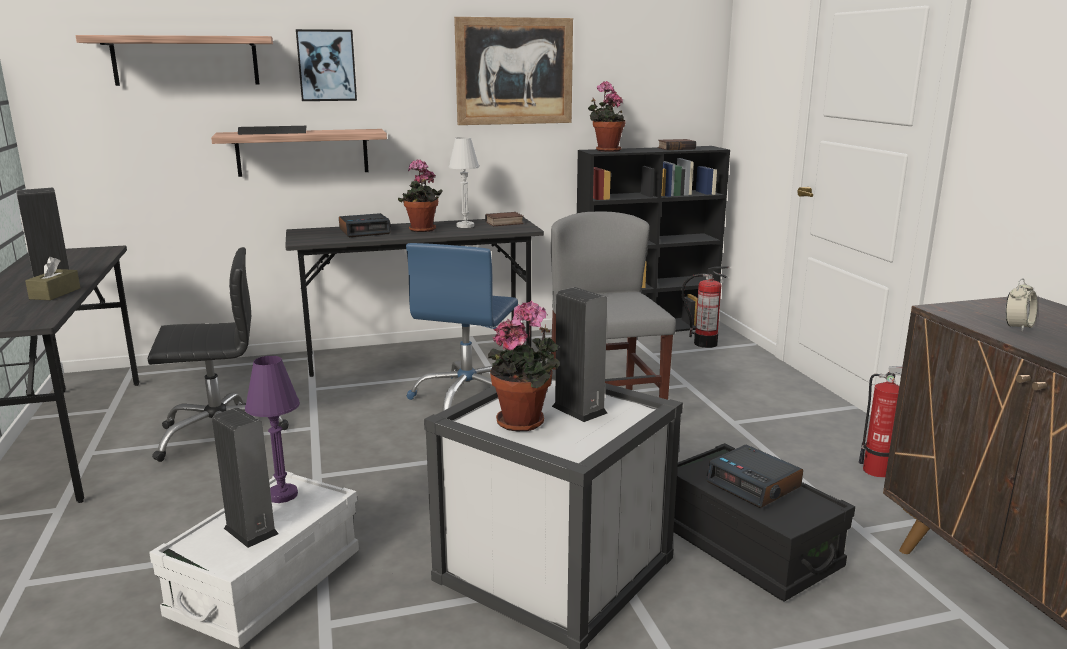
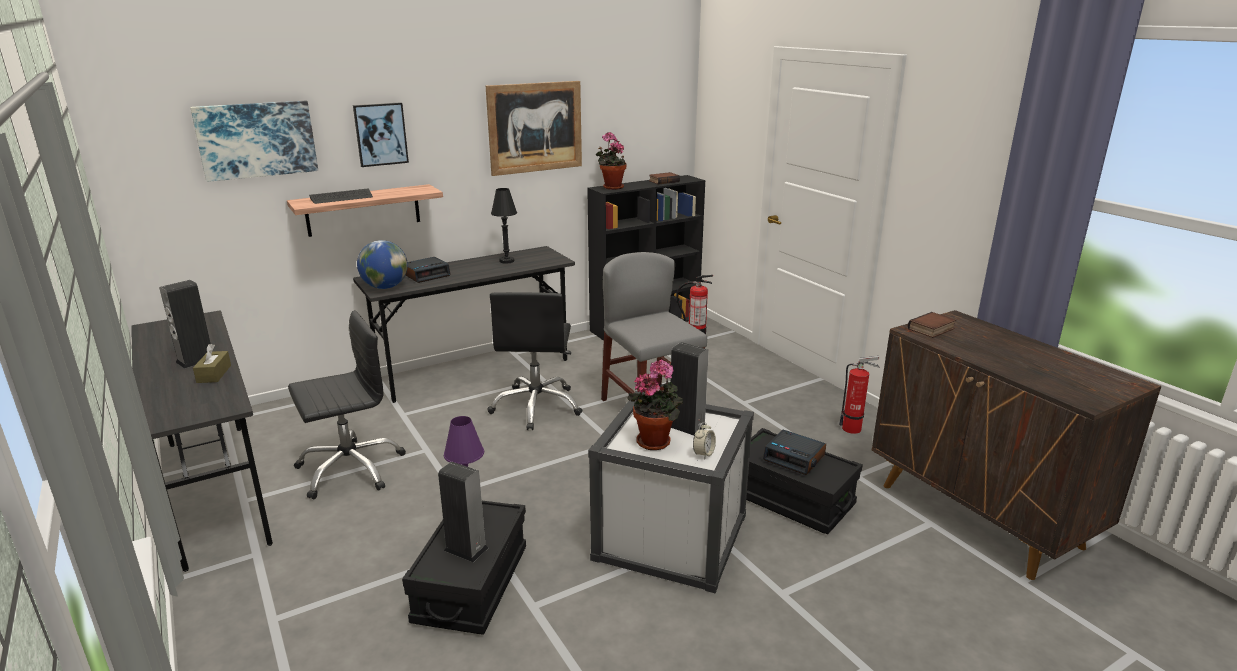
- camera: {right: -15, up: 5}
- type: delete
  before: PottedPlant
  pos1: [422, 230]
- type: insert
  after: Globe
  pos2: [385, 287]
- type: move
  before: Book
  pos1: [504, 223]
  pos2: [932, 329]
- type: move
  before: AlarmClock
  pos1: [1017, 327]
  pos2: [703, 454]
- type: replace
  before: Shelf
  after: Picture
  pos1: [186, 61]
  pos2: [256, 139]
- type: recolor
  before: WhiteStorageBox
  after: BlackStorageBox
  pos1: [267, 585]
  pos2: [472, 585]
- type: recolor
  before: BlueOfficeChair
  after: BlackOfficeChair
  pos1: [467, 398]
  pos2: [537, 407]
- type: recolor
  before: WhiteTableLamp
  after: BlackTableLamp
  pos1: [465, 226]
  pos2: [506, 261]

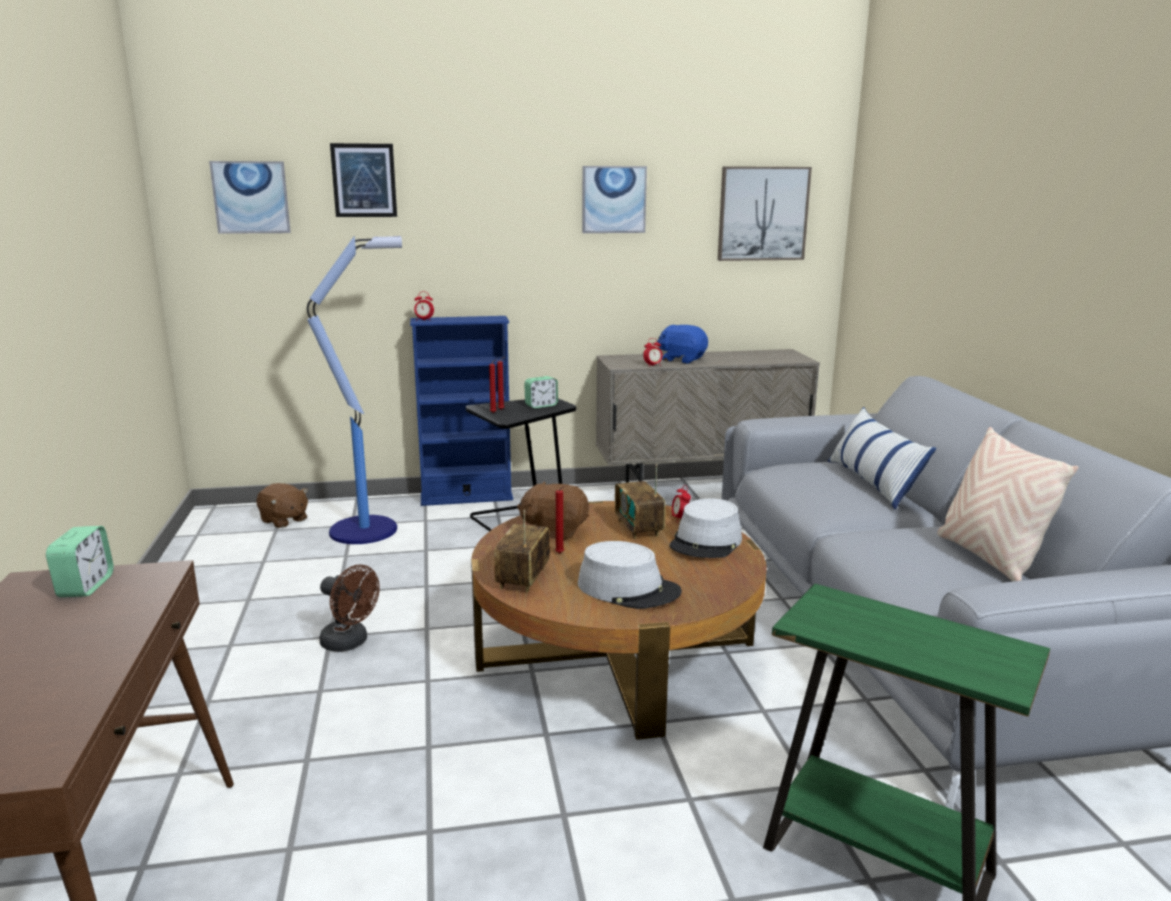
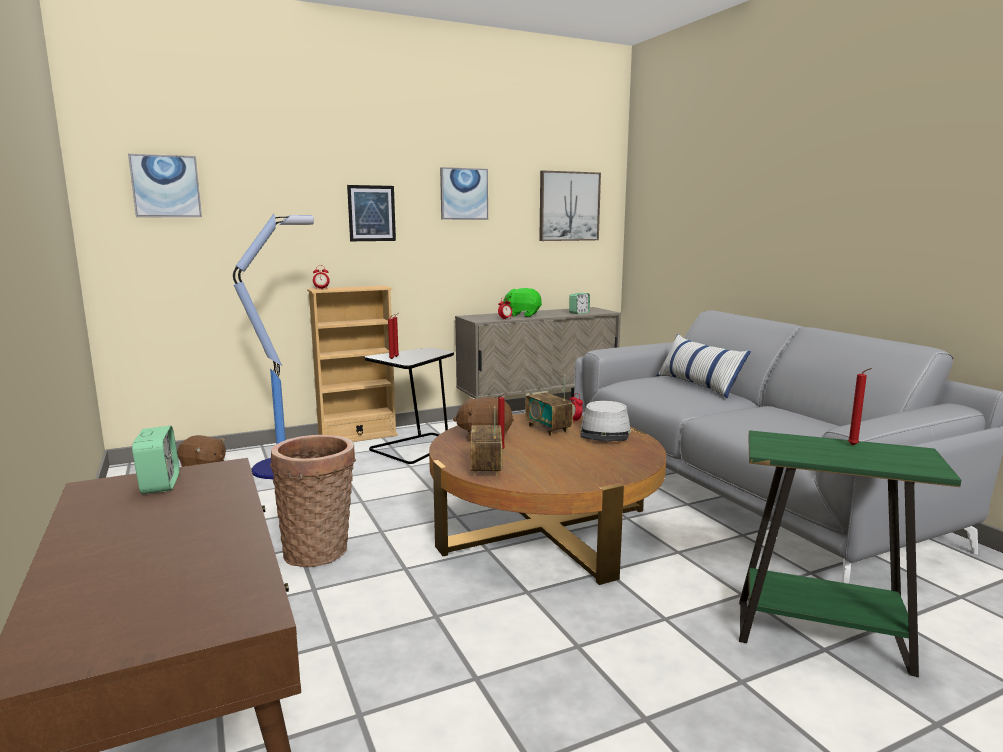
- camera: {right: -15, up: -5}
- type: delete
  before: GreyHat
  pos1: [628, 589]
- type: delete
  before: BeigePillow
  pos1: [989, 558]
- type: insert
  after: RedCandle
  pos2: [854, 446]
- type: move
  before: Picture
  pos1: [364, 180]
  pos2: [371, 213]
- type: move
  before: AlarmClock
  pos1: [541, 405]
  pos2: [579, 313]
- type: replace
  before: BrownFan
  after: Basket
  pos1: [350, 643]
  pos2: [319, 550]
- type: recolor
  before: BlueBookcase
  after: BeigeBookcase
  pos1: [466, 497]
  pos2: [357, 437]
- type: recolor
  before: BluePlushToy
  after: GreenPlushToy
  pos1: [682, 359]
  pos2: [522, 315]

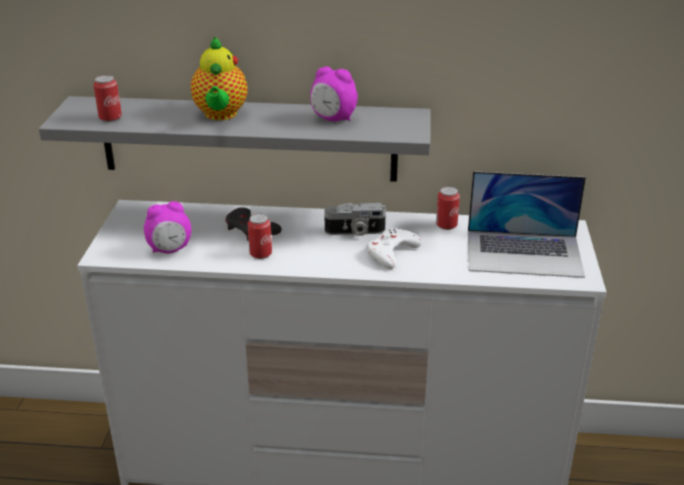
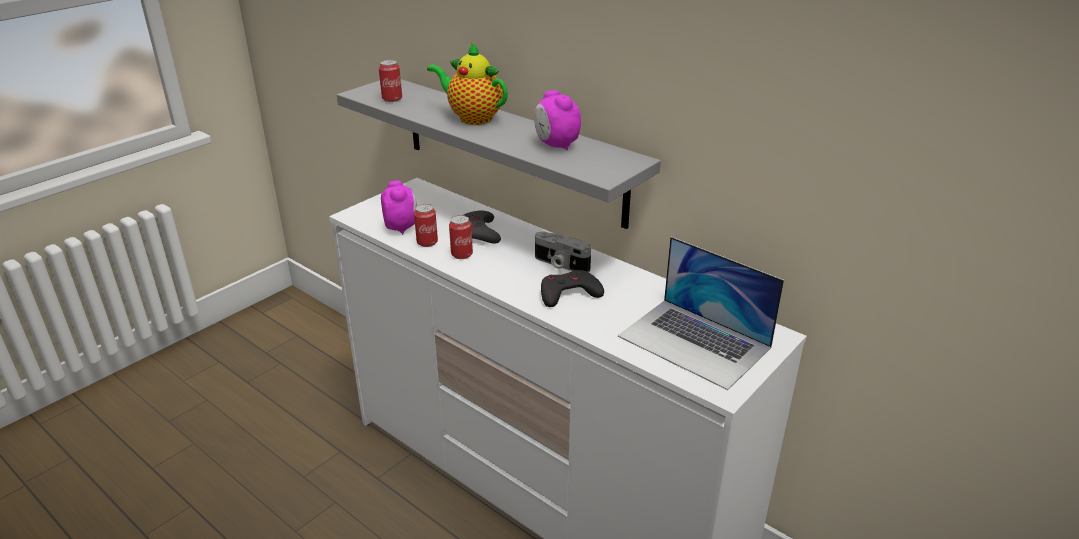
- camera: {right: 35, up: 0}
- type: move
  before: Can
  pos1: [446, 225]
  pos2: [427, 242]
- type: recolor
  before: WhiteGameController
  after: BlackGameController
  pos1: [392, 252]
  pos2: [569, 293]
- type: rotate
  before: AlarmClock
  pos1: [170, 250]
  pos2: [401, 227]
  turn: -120
- type: rotate
  before: Teapot
  pos1: [220, 115]
  pos2: [472, 118]
  turn: 90

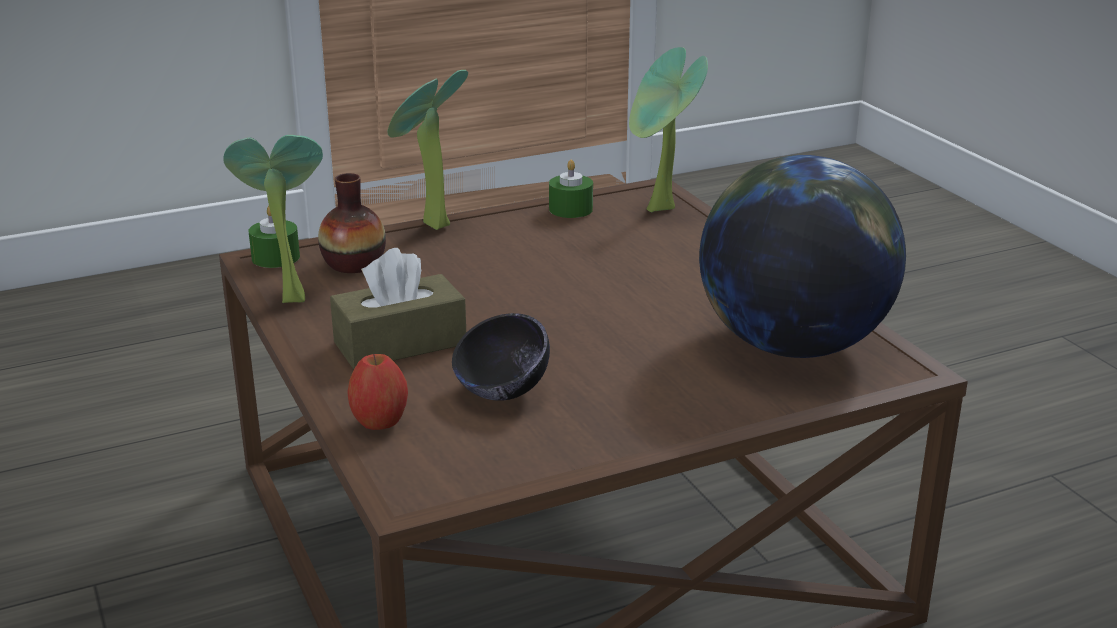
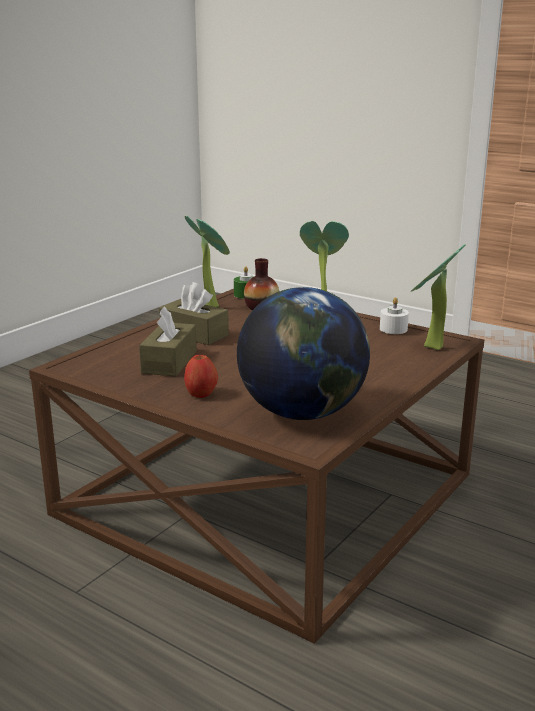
- camera: {right: 60, up: -5}
- type: move
  before: Apple
  pos1: [380, 421]
  pos2: [201, 394]
- type: replace
  before: BlackBowl
  after: BrownTissueBox
  pos1: [501, 392]
  pos2: [169, 362]
- type: recolor
  before: GreenCandle
  after: WhiteCandle
  pos1: [570, 209]
  pos2: [393, 329]

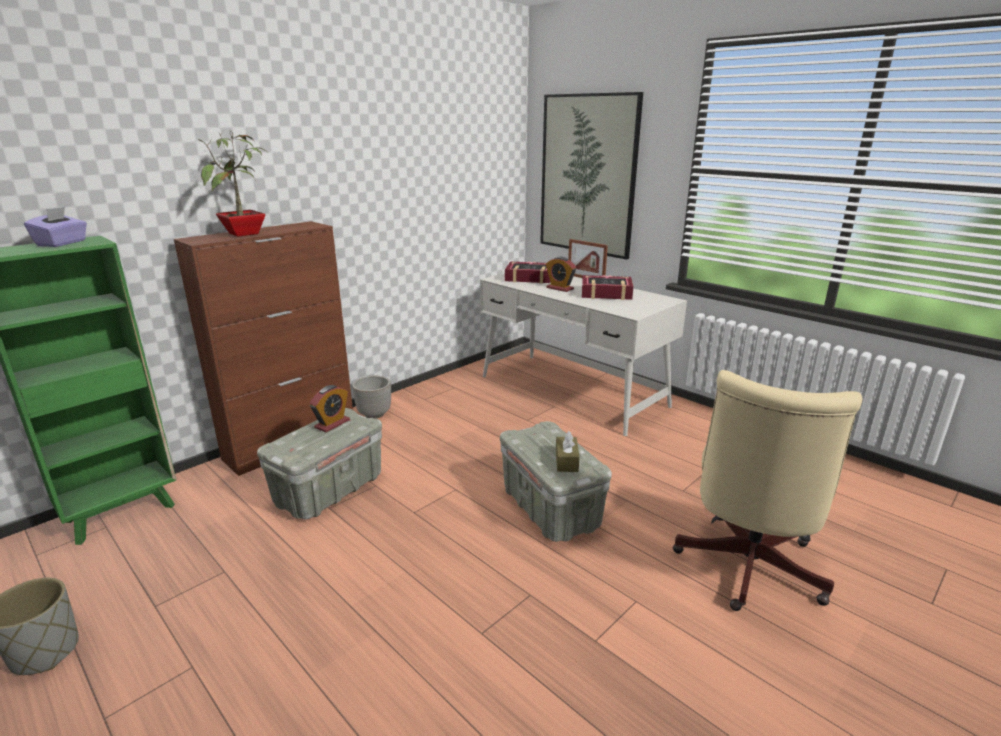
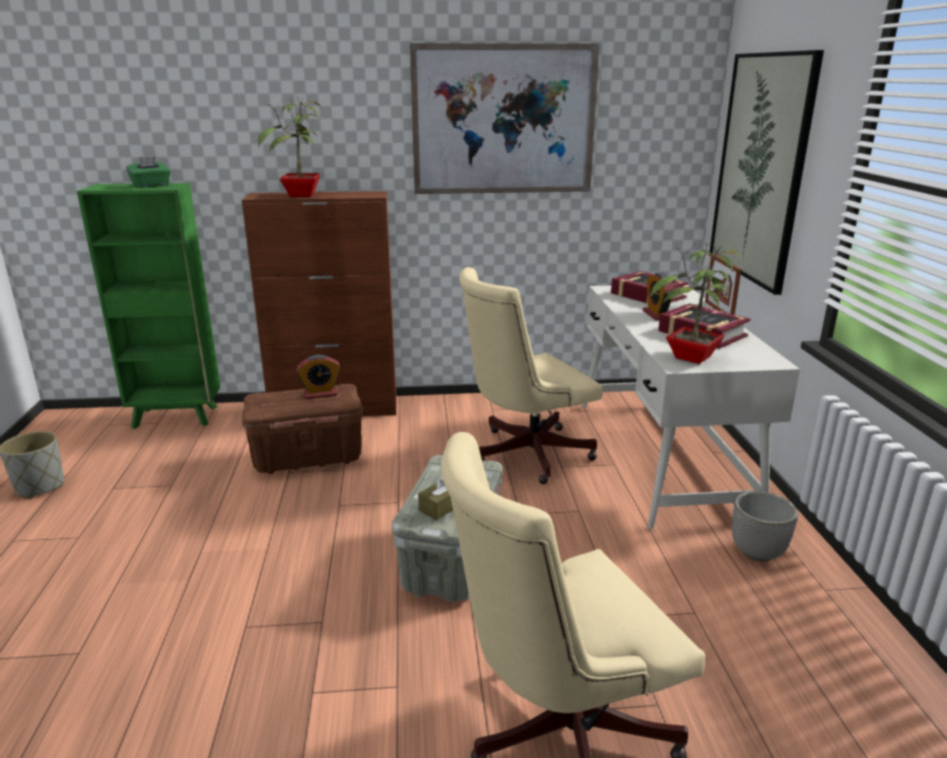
- camera: {right: 40, up: 0}
- type: insert
  after: Picture
  pos2: [504, 120]
- type: insert
  after: BeigeOfficeChair
  pos2: [524, 454]
- type: insert
  after: PottedPlant
  pos2: [691, 358]
- type: move
  before: Planter
  pos1: [374, 414]
  pos2: [757, 552]
- type: recolor
  before: PurpleTissueBox
  after: GreenTissueBox
  pos1: [62, 243]
  pos2: [151, 185]
- type: recolor
  before: GreyStorageBox
  after: BrownStorageBox
  pos1: [329, 489]
  pos2: [308, 457]

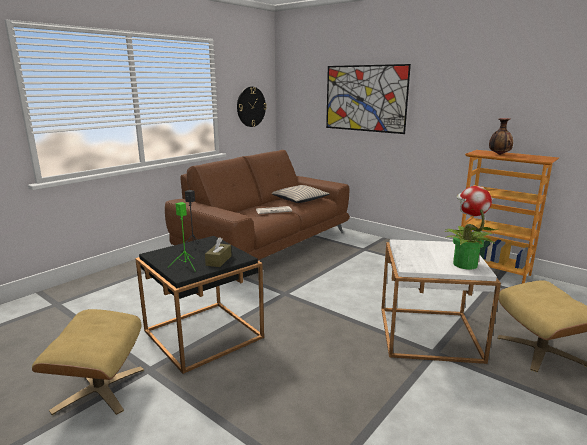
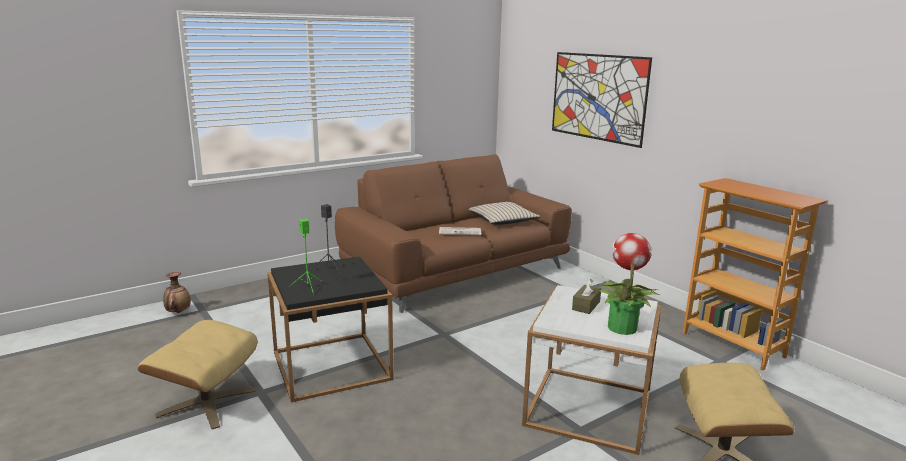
- camera: {right: 15, up: 0}
- type: delete
  before: WallClock
  pos1: [251, 106]
- type: move
  before: BrownTissueBox
  pos1: [218, 260]
  pos2: [586, 305]
- type: move
  before: Vase
  pos1: [499, 154]
  pos2: [178, 312]

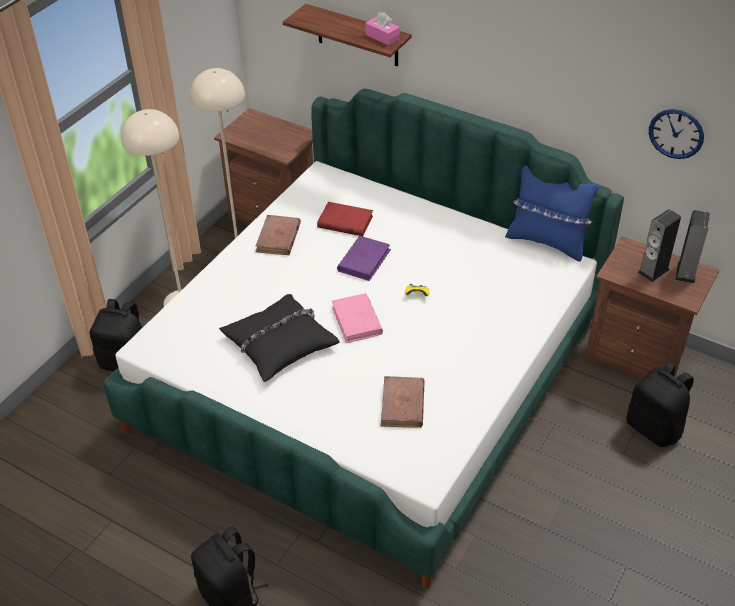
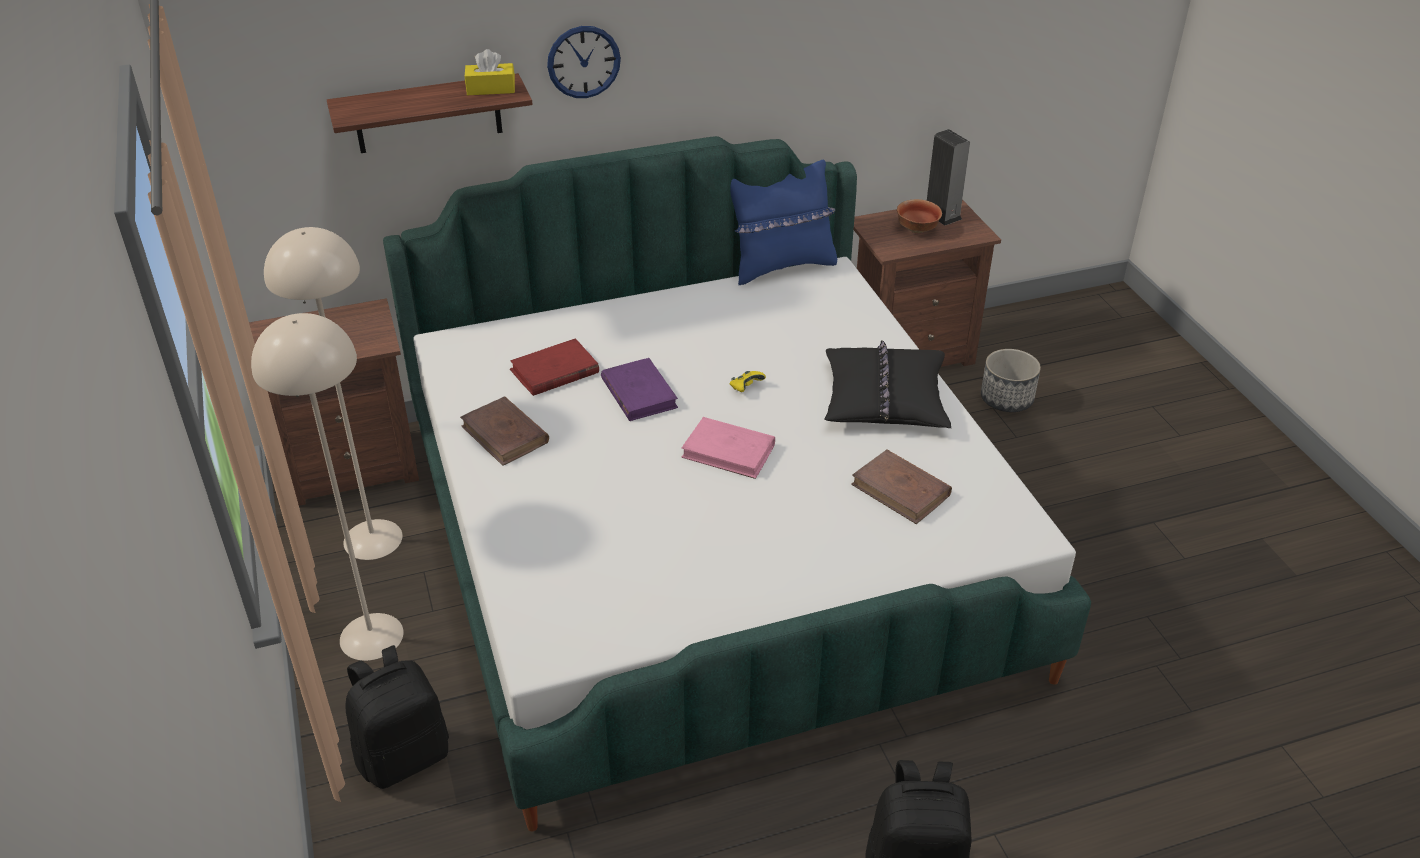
- camera: {right: -50, up: -5}
- type: move
  before: BlackPillow
  pos1: [279, 343]
  pos2: [884, 398]
- type: move
  before: WallClock
  pos1: [676, 133]
  pos2: [583, 62]
- type: replace
  before: BlackBackpack
  after: Planter
  pos1: [655, 428]
  pos2: [1006, 399]
- type: replace
  before: Speaker
  after: Bowl
  pos1: [653, 271]
  pos2: [918, 229]
- type: recolor
  before: PinkTissueBox
  after: YellowTissueBox
  pos1: [382, 37]
  pos2: [491, 89]

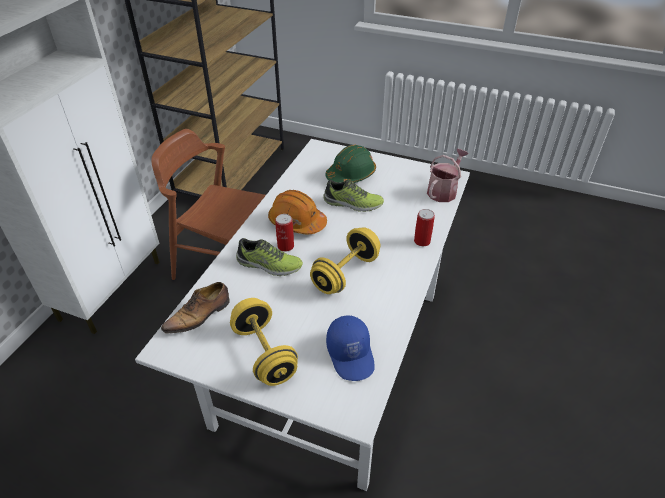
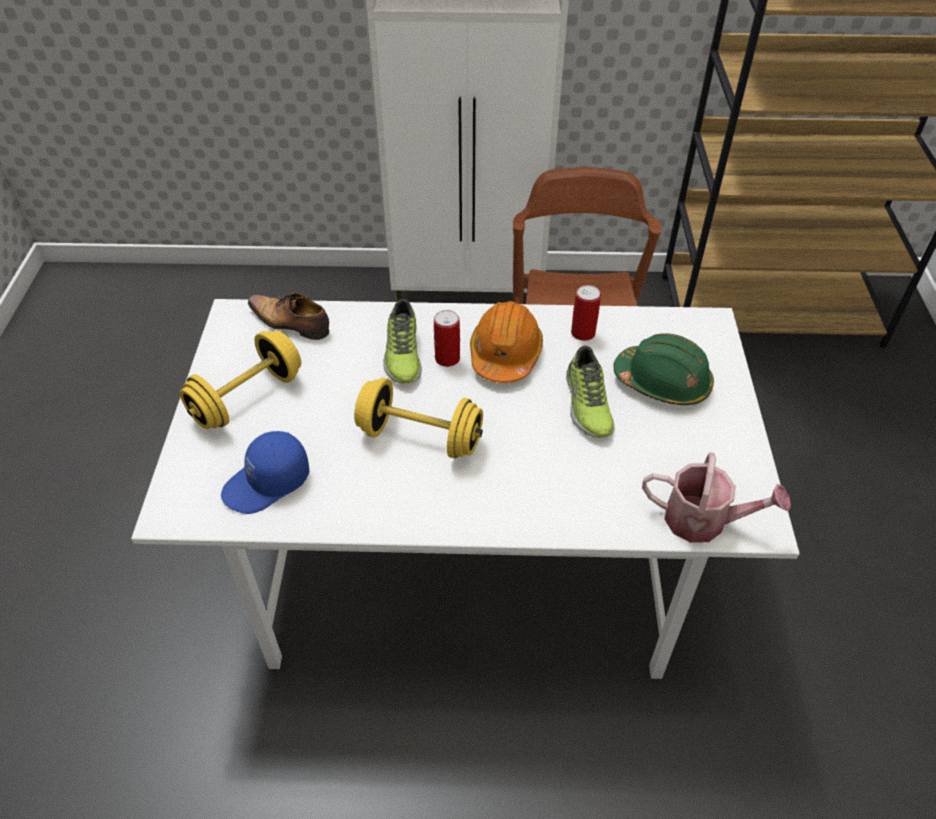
- camera: {right: 70, up: 5}
- type: move
  before: Can
  pos1: [422, 241]
  pos2: [583, 333]

